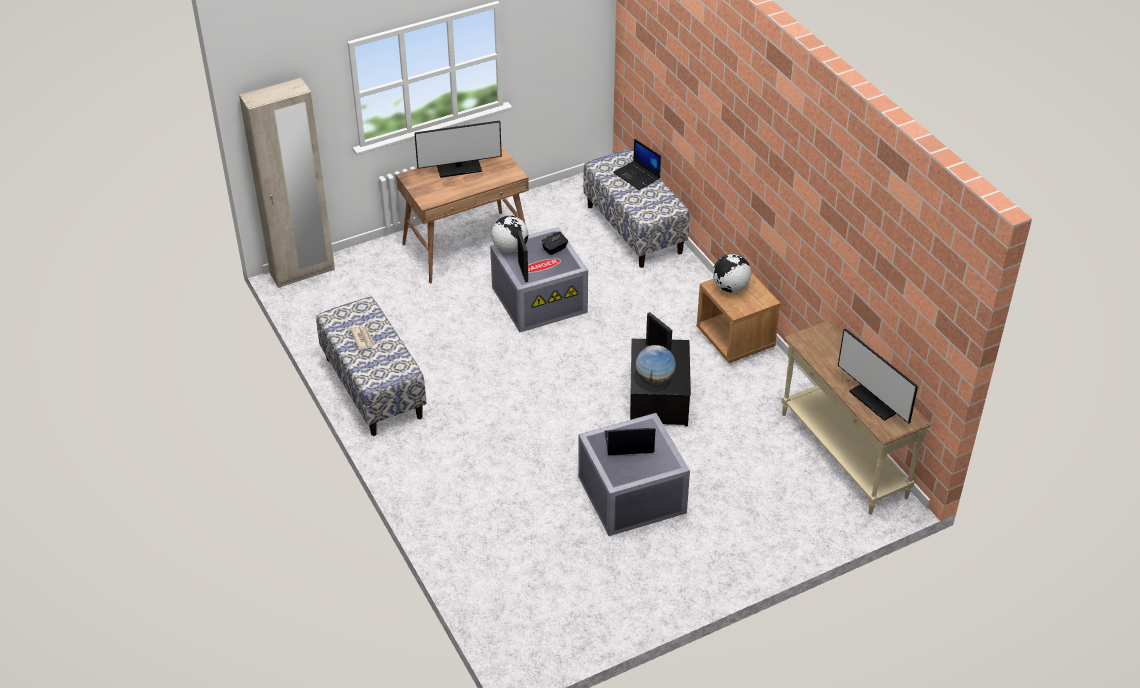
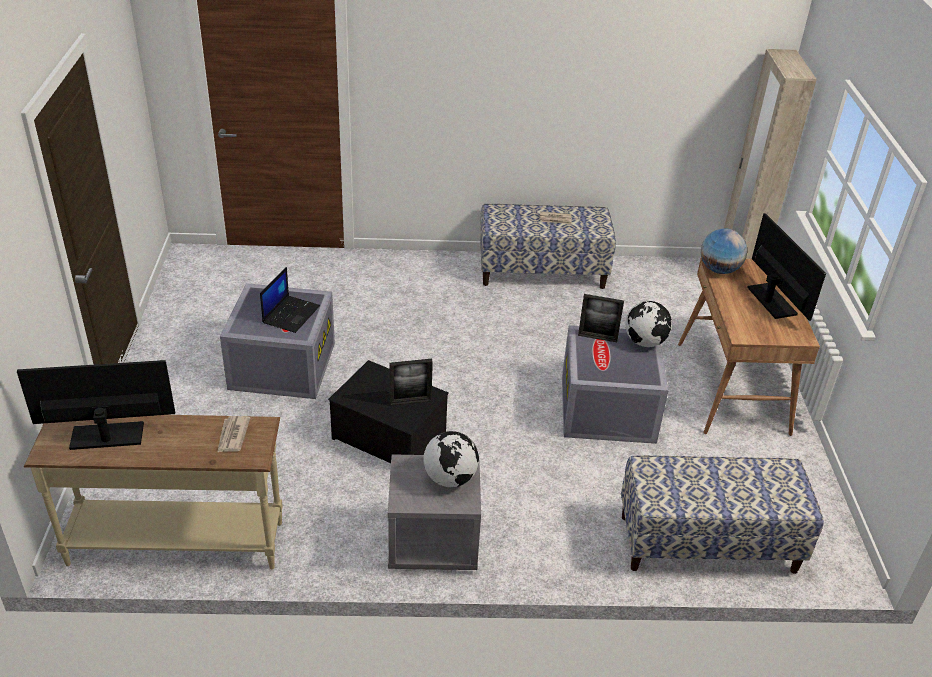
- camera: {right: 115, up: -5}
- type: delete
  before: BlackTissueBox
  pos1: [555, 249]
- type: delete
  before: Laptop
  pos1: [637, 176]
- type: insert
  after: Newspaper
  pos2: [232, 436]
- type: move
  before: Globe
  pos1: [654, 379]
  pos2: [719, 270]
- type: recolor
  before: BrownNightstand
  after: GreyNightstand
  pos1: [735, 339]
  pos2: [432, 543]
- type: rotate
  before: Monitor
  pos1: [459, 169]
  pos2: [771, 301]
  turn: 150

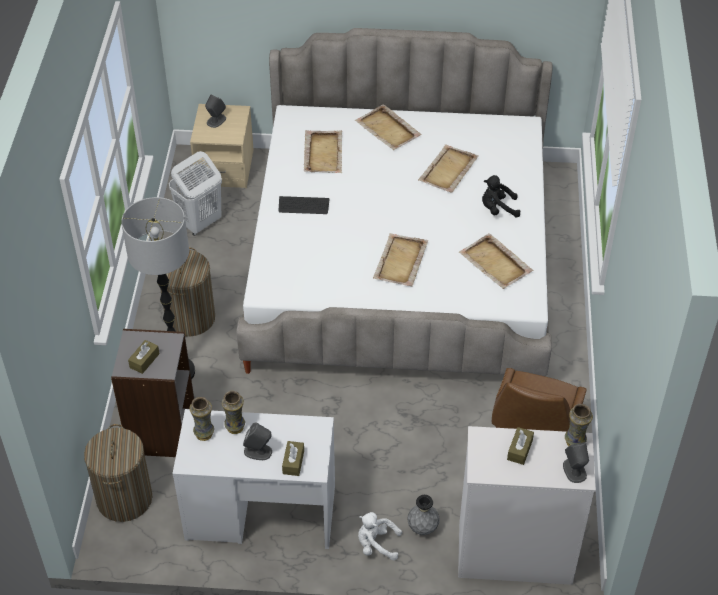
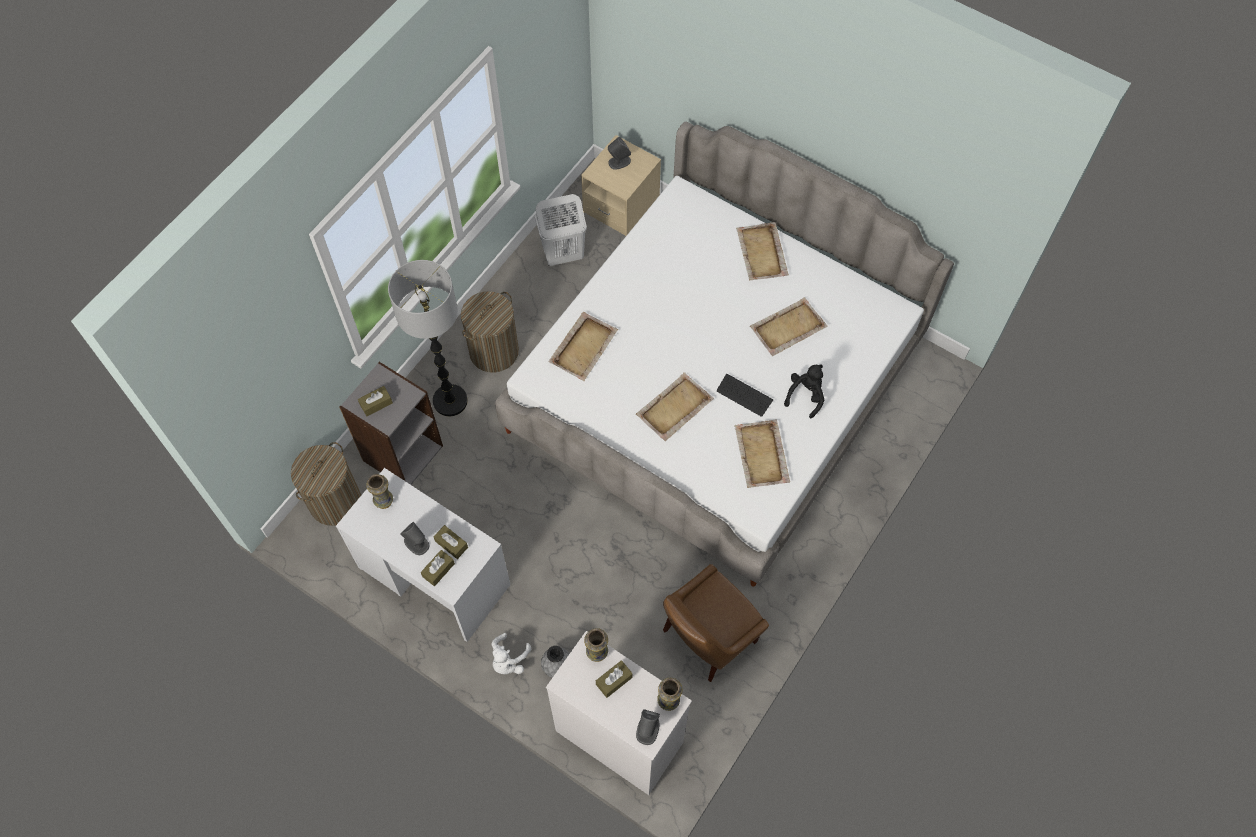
- camera: {right: 30, up: 15}
- type: insert
  after: BrownTissueBox
  pos2: [451, 544]
- type: move
  before: Vase
  pos1: [235, 428]
  pos2: [597, 653]
- type: move
  before: Keyboard
  pos1: [303, 206]
  pos2: [744, 396]
- type: move
  before: BeigeTray
  pos1: [323, 153]
  pos2: [584, 347]
- type: rotate
  before: WhitePlushToy
  pos1: [376, 544]
  pos2: [508, 660]
  turn: -105
- type: rotate
  before: BlackPlushToy
  pos1: [498, 209]
  pos2: [805, 395]
  turn: 90

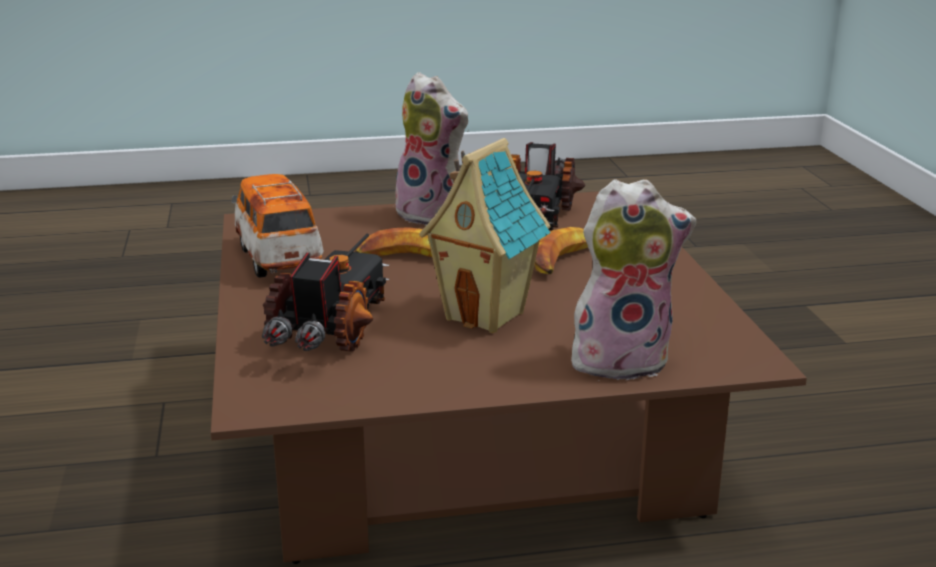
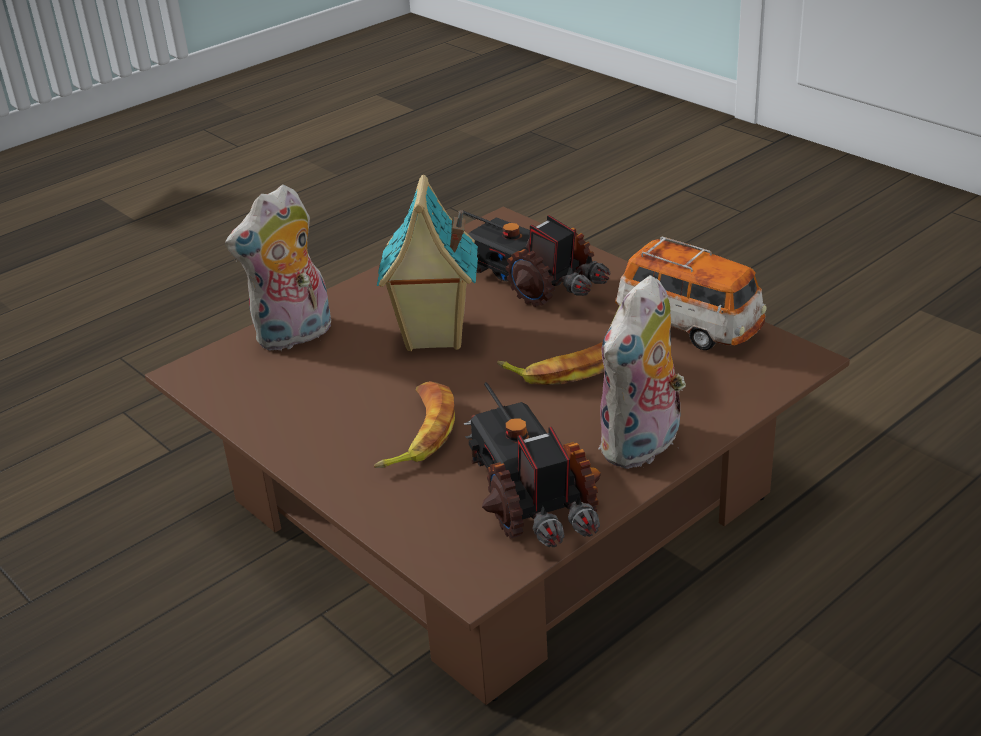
- camera: {right: 150, up: 10}
- type: rotate
  before: ToyTruck
  pos1: [332, 329]
  pos2: [532, 282]
  turn: 150
- type: rotate
  before: PlushToy
  pos1: [434, 215]
  pos2: [642, 447]
  turn: -60

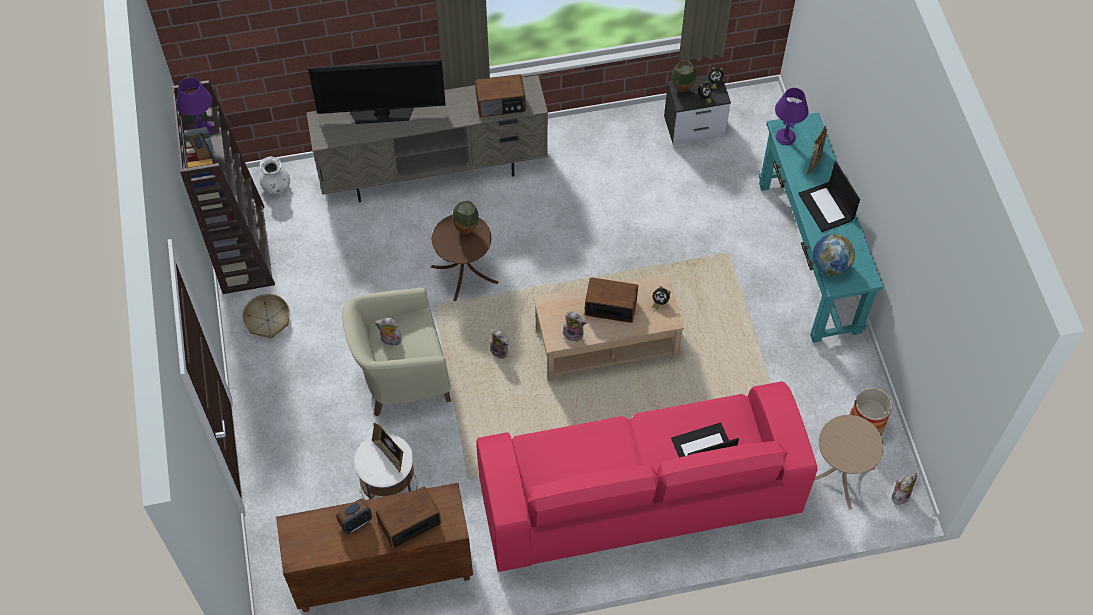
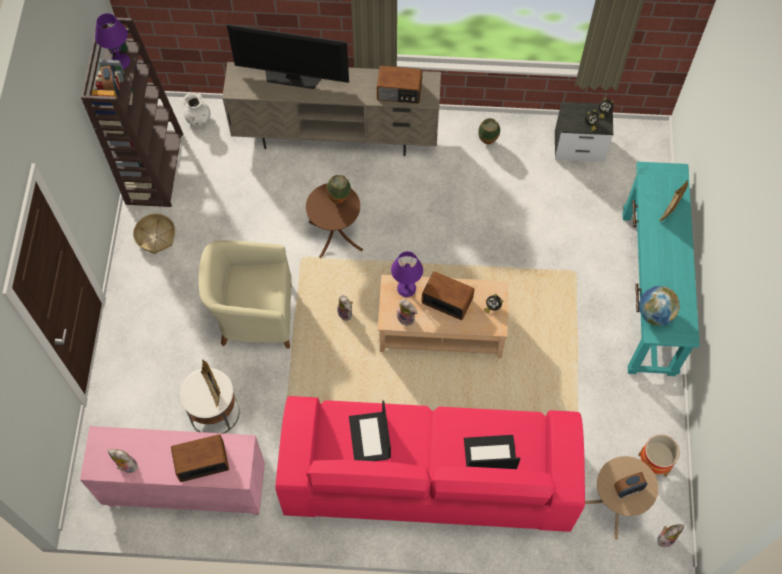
- camera: {right: 15, up: 5}
- type: move
  before: AlarmClock
  pos1: [356, 522]
  pos2: [627, 489]
- type: move
  before: PlushToy
  pos1: [390, 340]
  pos2: [126, 466]
- type: move
  before: Vase
  pos1: [682, 90]
  pos2: [487, 142]
- type: move
  before: PurpleTableLamp
  pos1: [786, 137]
  pos2: [406, 288]
- type: move
  before: Laptop
  pos1: [827, 207]
  pos2: [370, 438]
- type: recolor
  before: BrownCabinet
  after: PinkCabinet
  pos1: [382, 573]
  pos2: [185, 489]

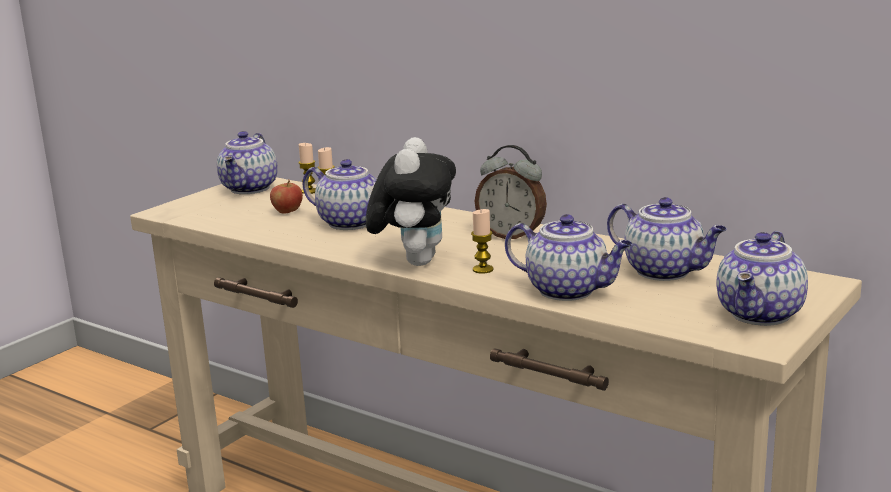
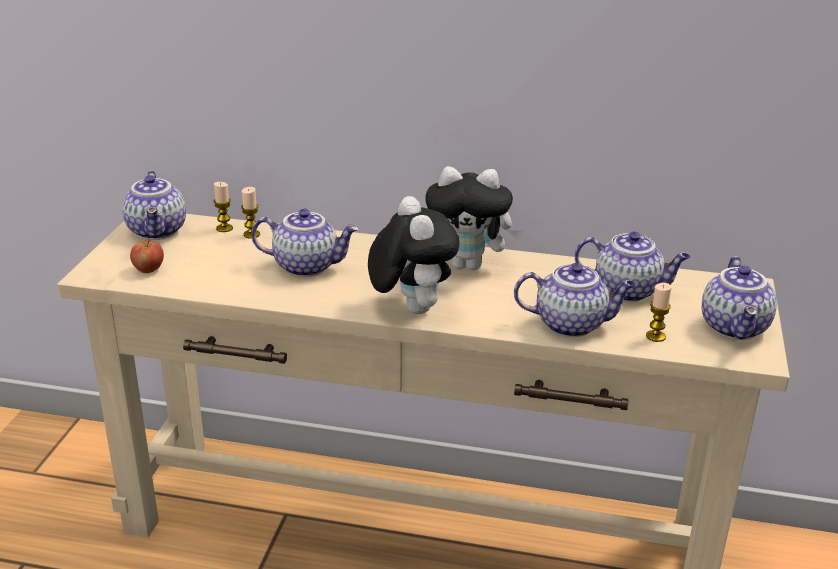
- camera: {right: -25, up: 10}
- type: move
  before: Apple
  pos1: [287, 211]
  pos2: [148, 270]
- type: move
  before: Candle
  pos1: [483, 269]
  pos2: [655, 336]
- type: replace
  before: AlarmClock
  after: PlushToy
  pos1: [512, 236]
  pos2: [469, 265]

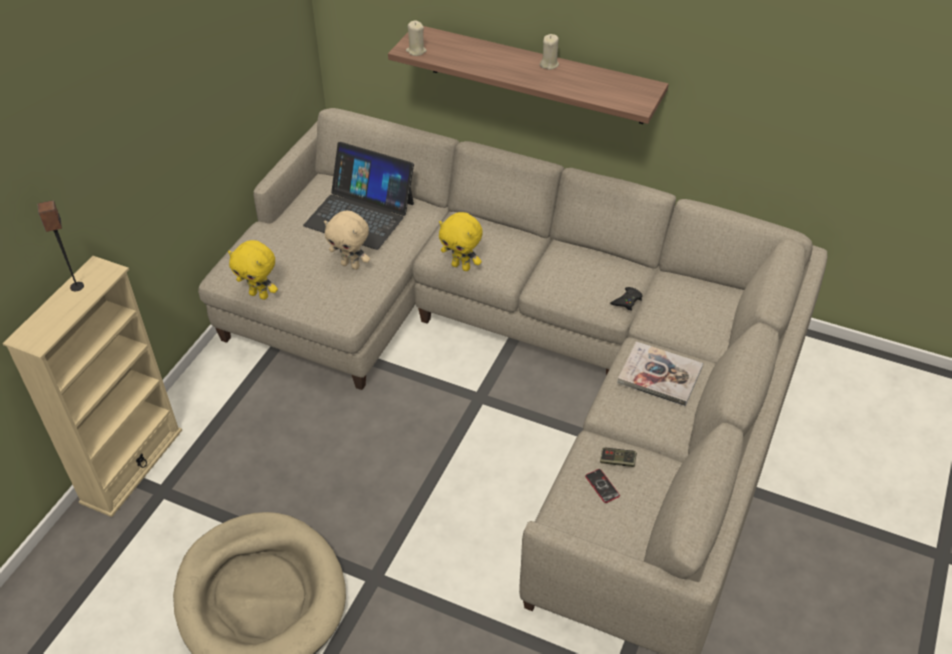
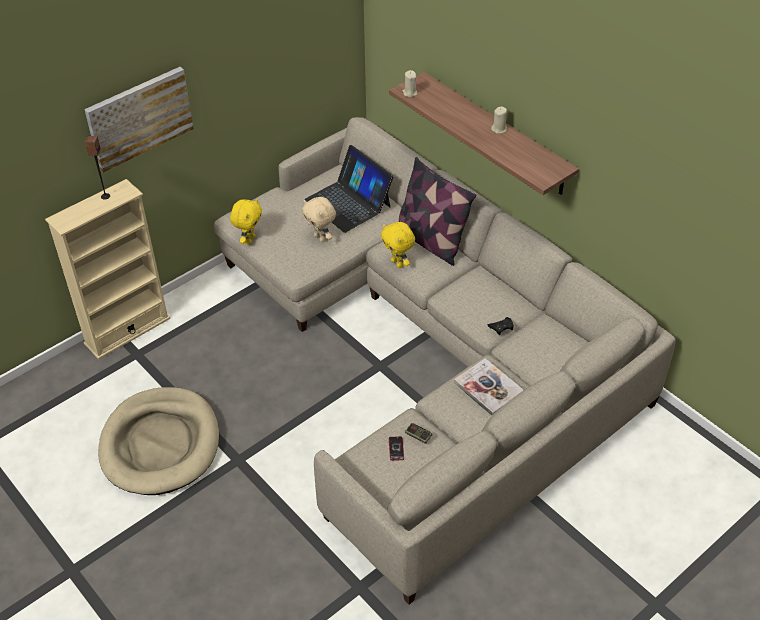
- camera: {right: 25, up: 0}
- type: insert
  after: Picture
  pos2: [139, 118]
- type: insert
  after: Pillow
  pos2: [430, 241]
- type: rotate
  before: YellowPlushToy
  pos1: [259, 295]
  pos2: [249, 240]
  turn: -120

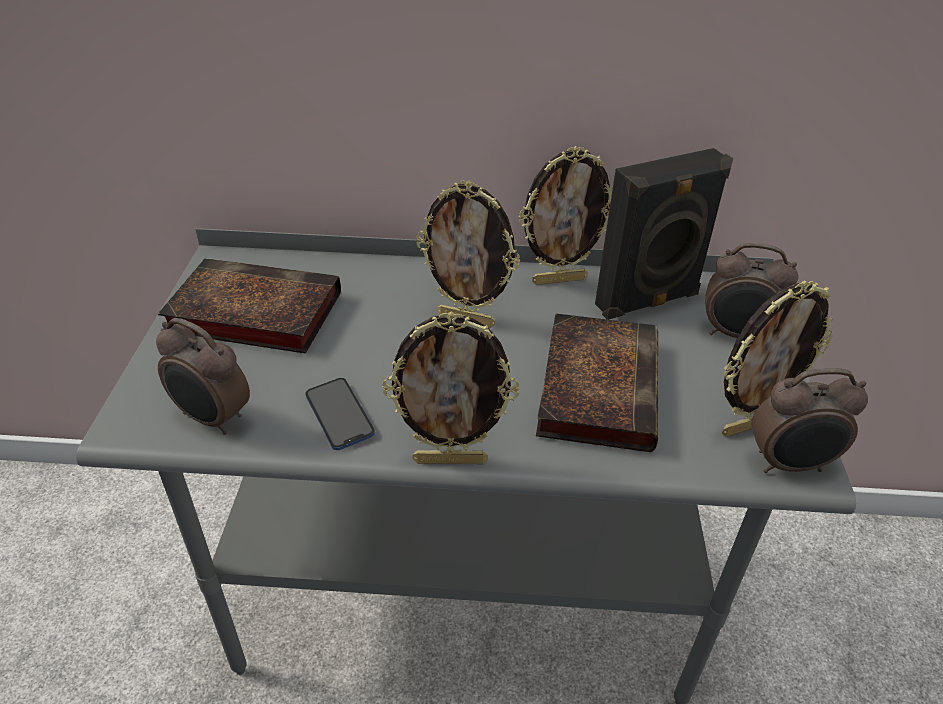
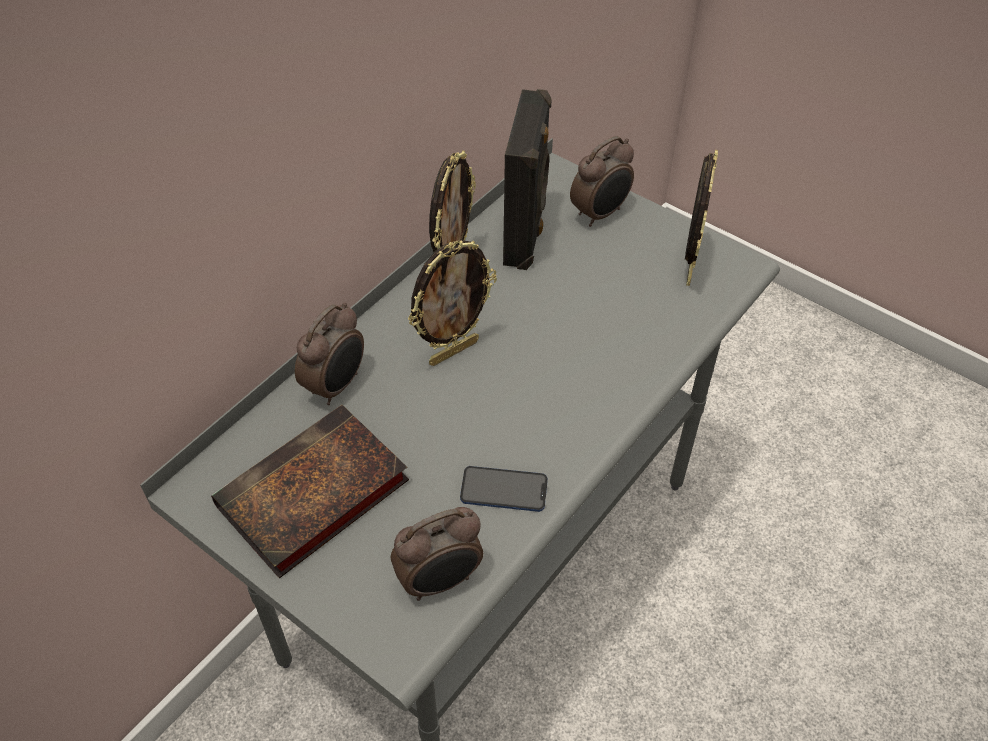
- camera: {right: -55, up: 10}
- type: delete
  before: PictureFrame
  pos1: [450, 459]
- type: delete
  before: Book
  pos1: [597, 384]
- type: move
  before: AlarmClock
  pos1: [790, 464]
  pos2: [337, 385]

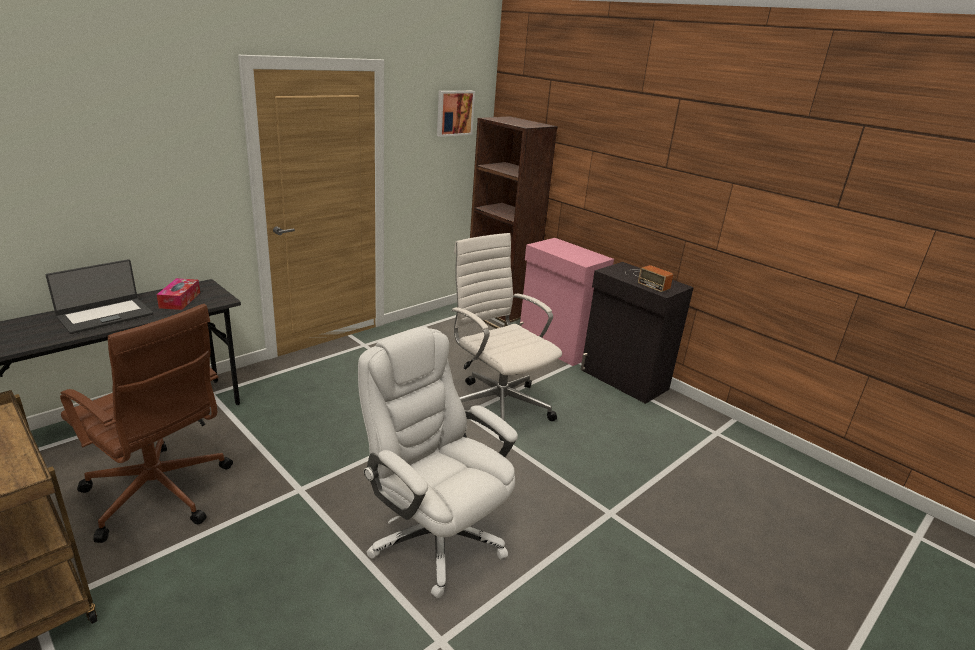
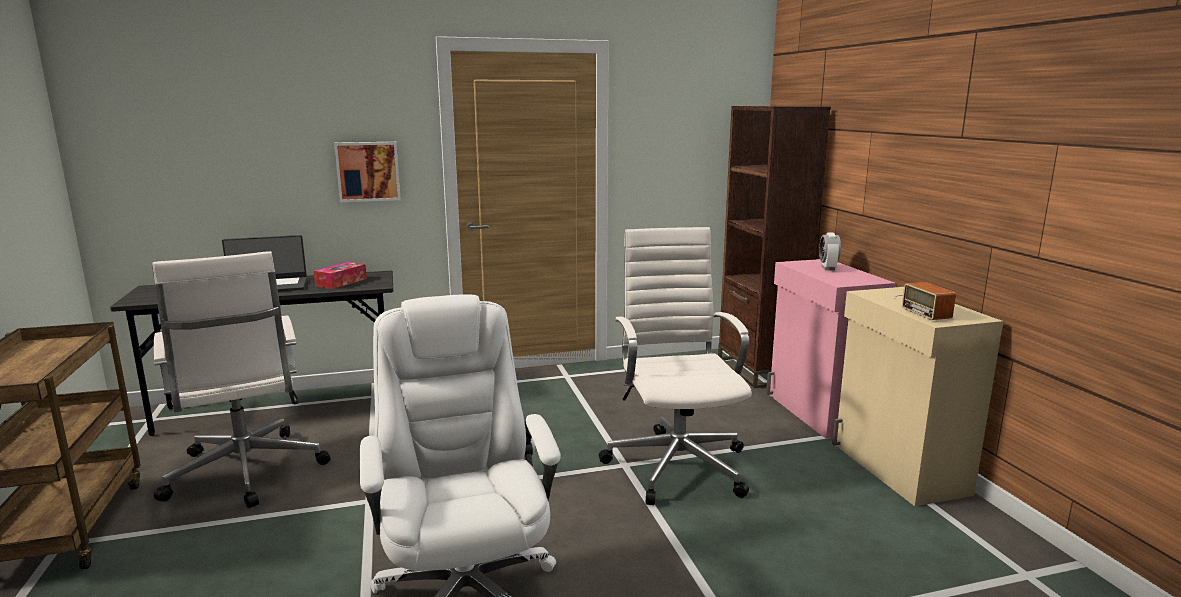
- camera: {right: 30, up: -10}
- type: insert
  after: AlarmClock
  pos2: [828, 268]
- type: move
  before: Picture
  pos1: [454, 113]
  pos2: [368, 171]
- type: recolor
  before: BrownOfficeChair
  after: WhiteOfficeChair
  pos1: [159, 495]
  pos2: [245, 473]
- type: recolor
  before: BlackCabinet
  after: BeigeCabinet
  pos1: [623, 380]
  pos2: [898, 469]

